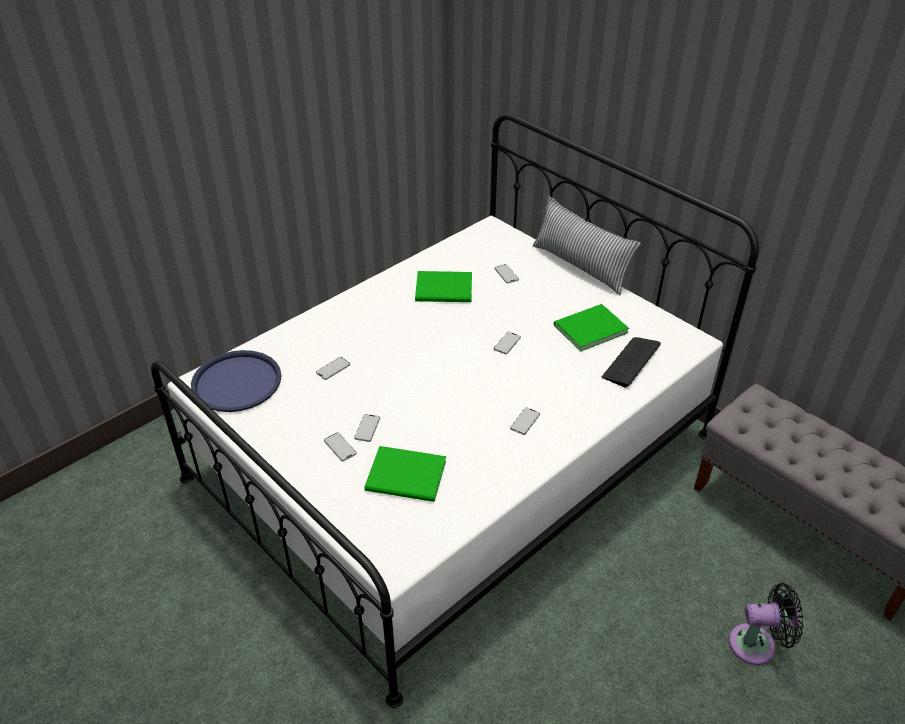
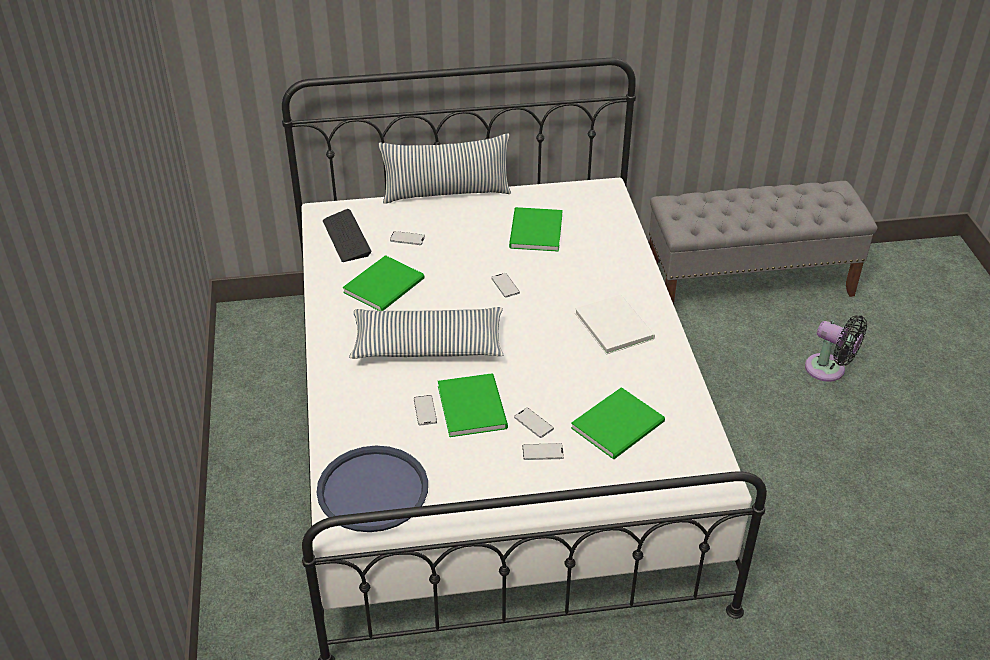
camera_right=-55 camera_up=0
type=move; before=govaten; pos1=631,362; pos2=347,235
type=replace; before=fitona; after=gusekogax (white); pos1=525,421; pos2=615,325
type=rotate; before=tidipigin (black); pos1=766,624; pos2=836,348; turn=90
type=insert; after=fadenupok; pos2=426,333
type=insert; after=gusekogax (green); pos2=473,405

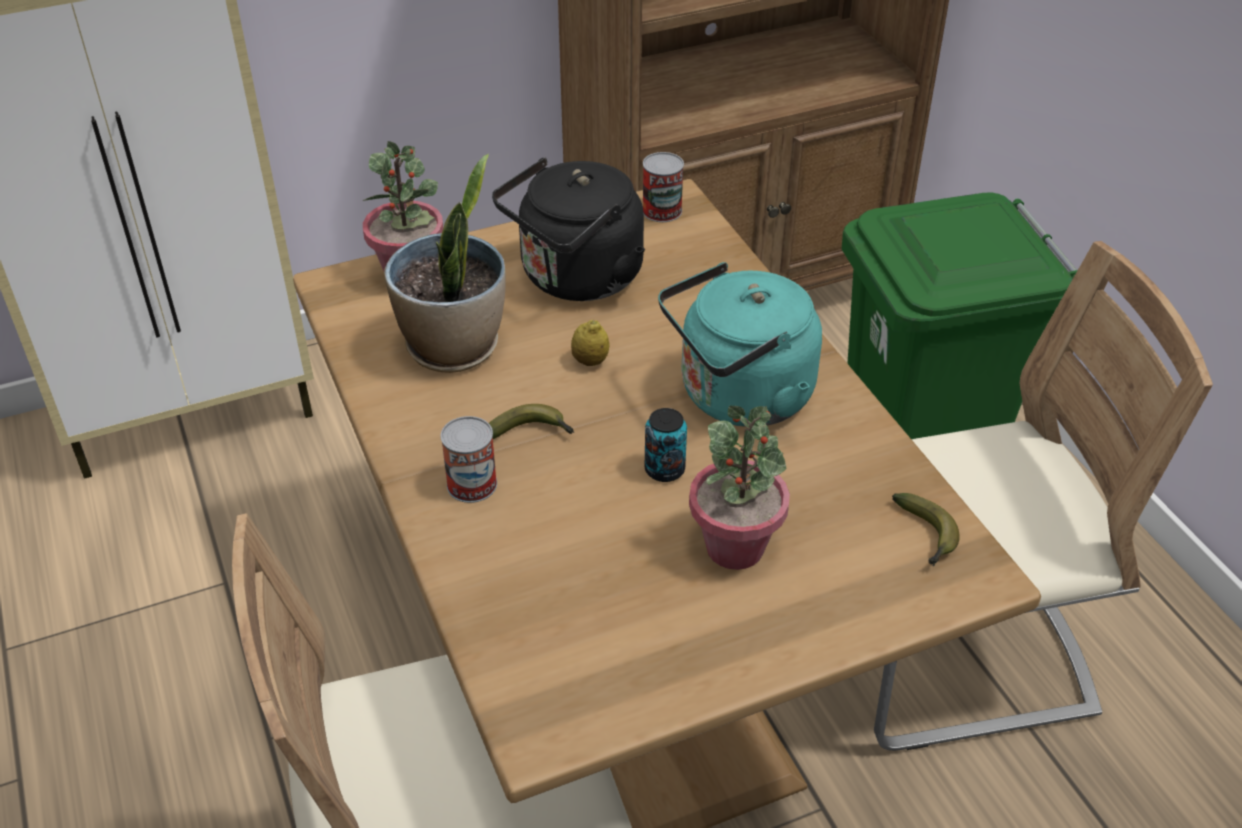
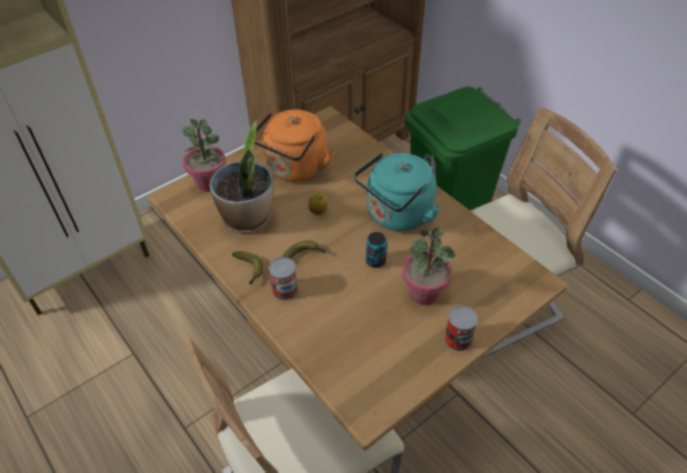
camera_right=-15 camera_up=5
type=move; before=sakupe; pos1=663,187; pos2=461,328
type=recolor; before=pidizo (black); after=pidizo (orange); pos1=568,229; pos2=294,146
type=move; before=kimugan; pos1=926,529; pos2=248,268

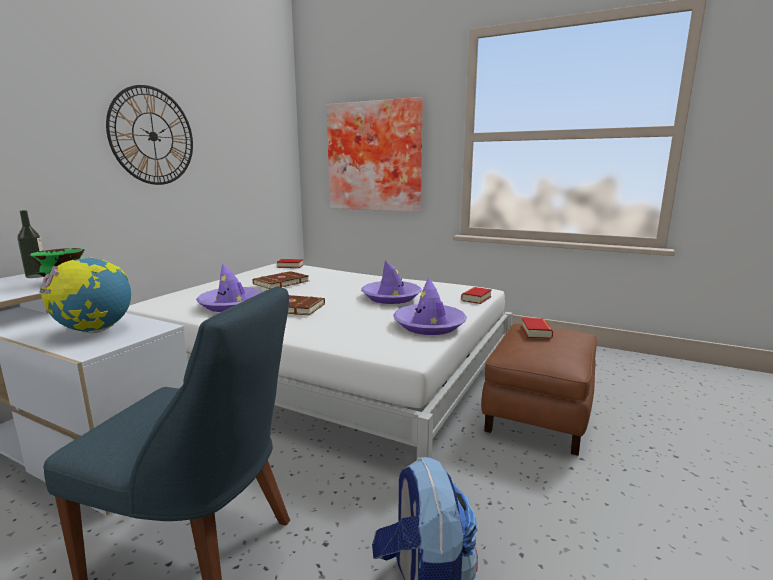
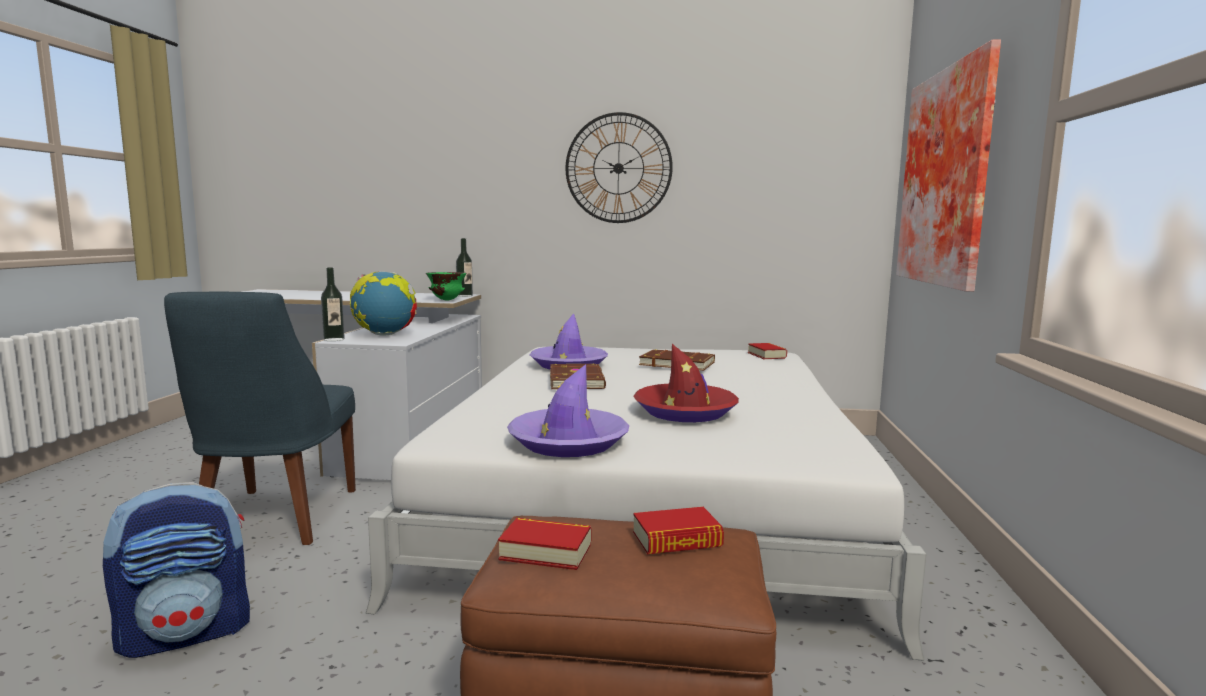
camera_right=70 camera_up=-5
type=recolor; before=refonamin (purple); after=refonamin (red); pos1=391,282; pos2=686,383
type=move; before=gusekogax; pos1=476,295; pos2=545,544
type=insert; after=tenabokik; pos2=333,304

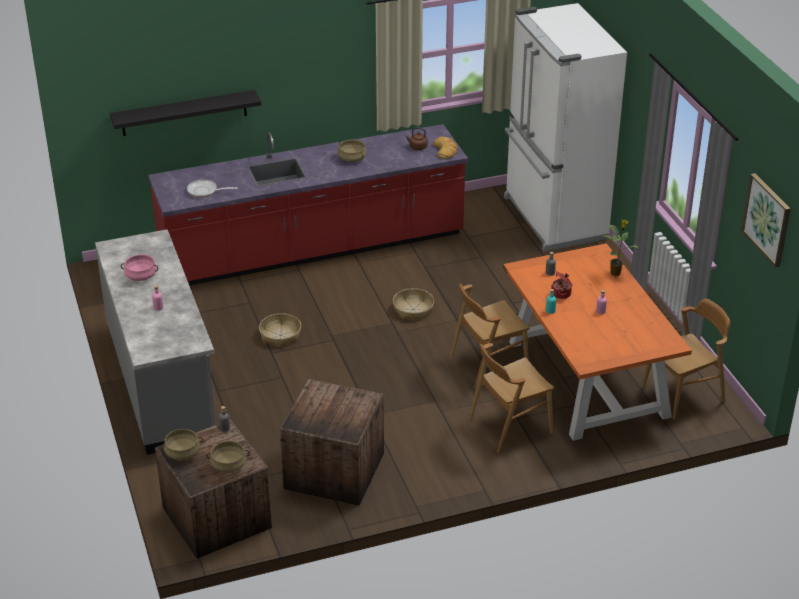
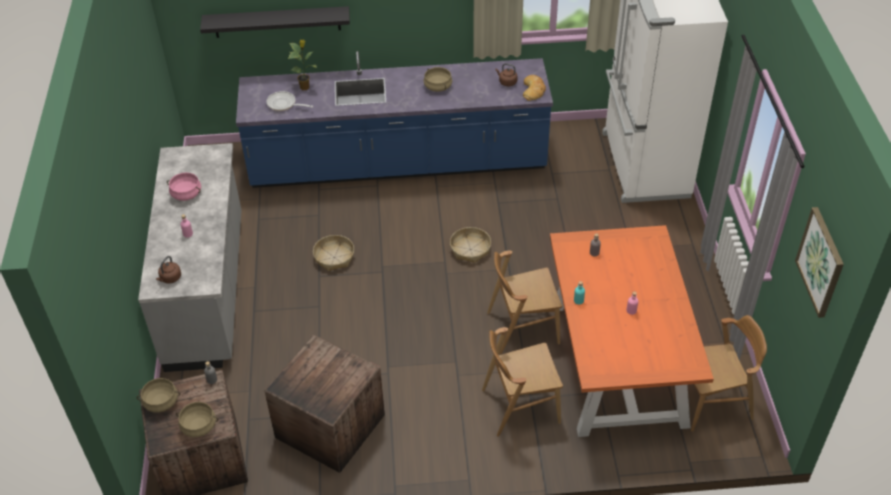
camera_right=15 camera_up=10
type=recolor; before=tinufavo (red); after=tinufavo (blue); pos1=308,204; pos2=394,119
type=move; before=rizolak; pos1=621,248; pos2=302,65
type=delete; before=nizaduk; pos1=562,285
type=insert; after=pidizo (brown); pos2=168,269

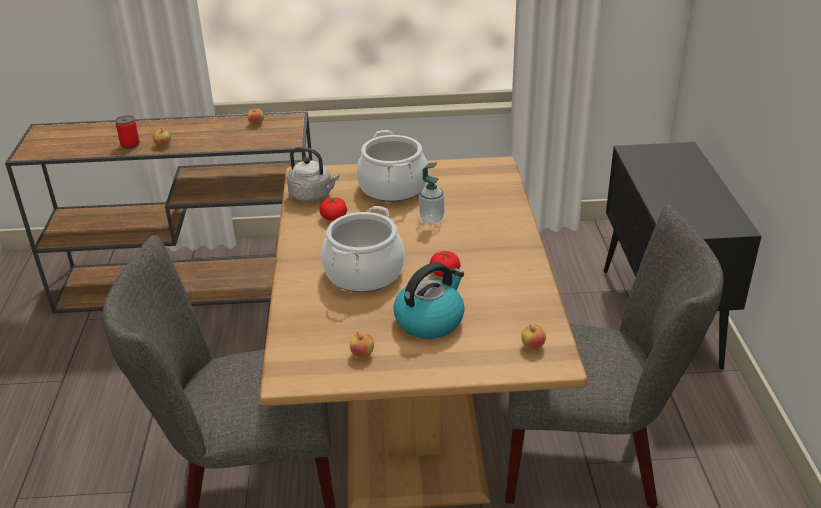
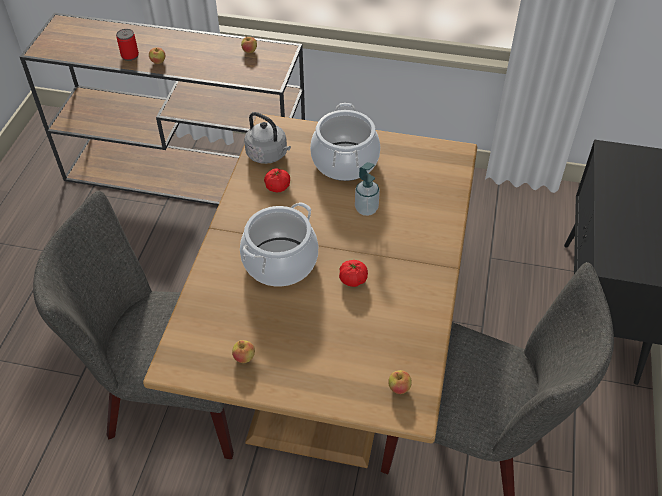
camera_right=15 camera_up=15
type=delete; before=pidizo; pos1=429,300

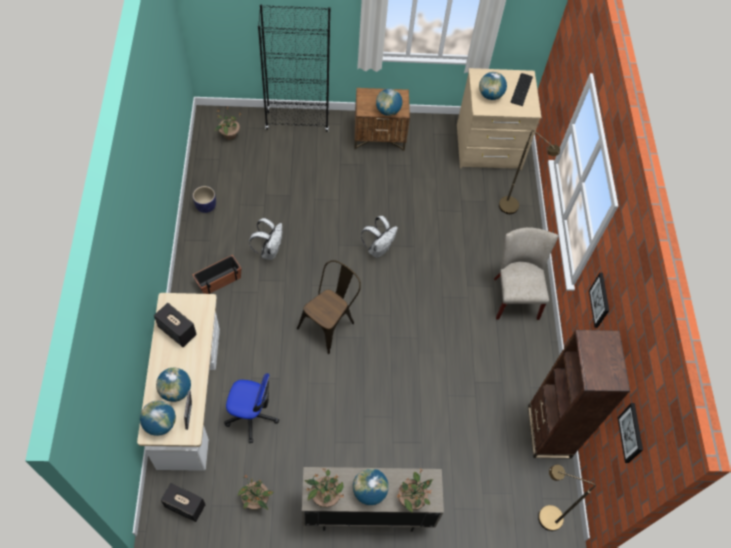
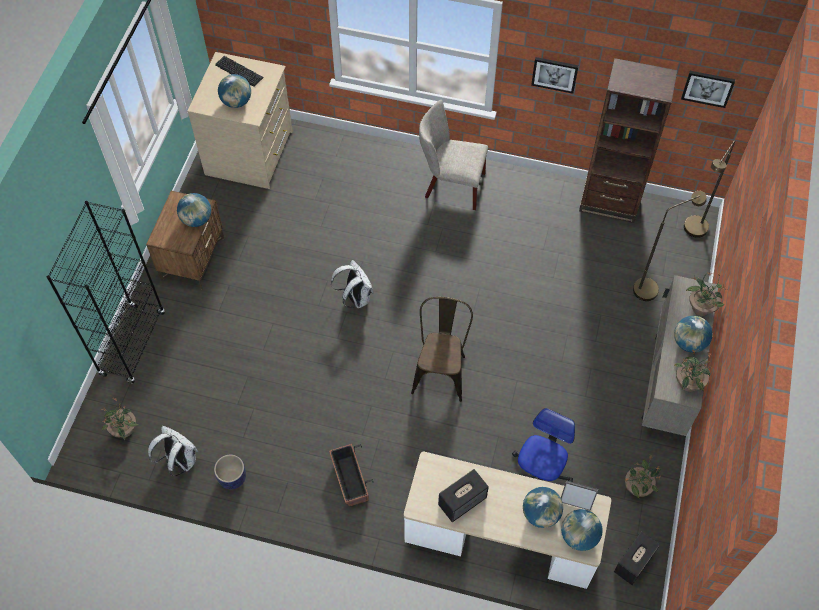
camera_right=-70 camera_up=0
type=move; before=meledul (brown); pos1=529,172; pos2=670,246
type=move; before=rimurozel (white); pos1=265,239; pos2=173,451
type=rotate; before=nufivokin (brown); pos1=329,307; pos2=442,349; turn=45

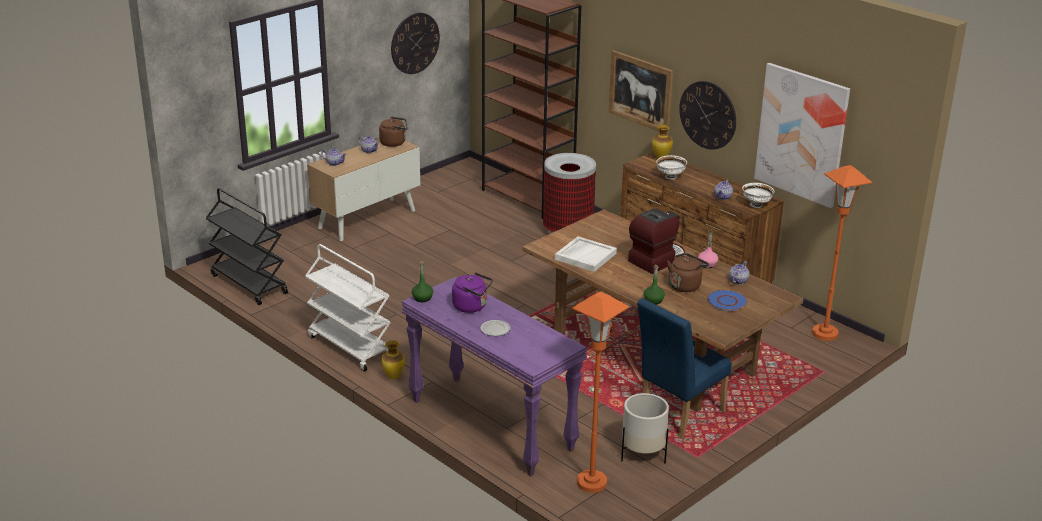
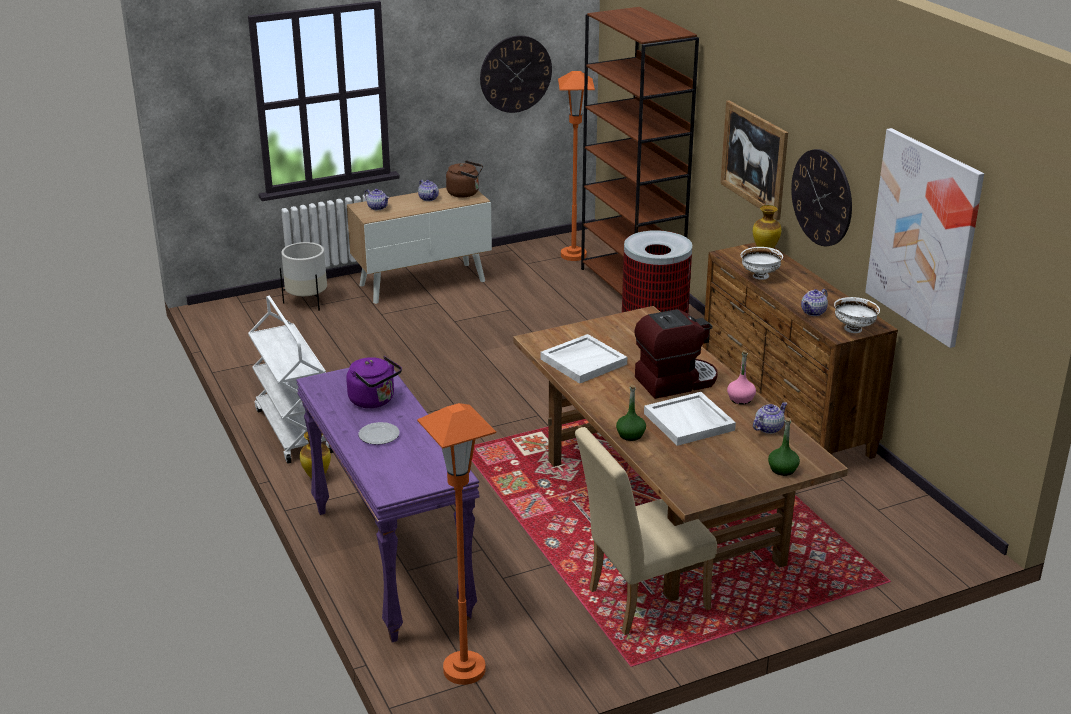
camera_right=20 camera_up=0
type=move; before=meledul (orange); pos1=842,253; pos2=576,166
type=delete; before=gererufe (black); pos1=247,246
type=replace; before=pidizo (brown); after=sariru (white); pos1=688,272; pos2=690,419
type=move; before=tenabokik (green); pos1=422,281; pos2=784,447
type=delete; before=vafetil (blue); pos1=727,300
type=recolor; before=nufivokin (blue); after=nufivokin (beige); pos1=684,368; pos2=646,531
type=move; before=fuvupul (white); pos1=645,428; pos2=303,276

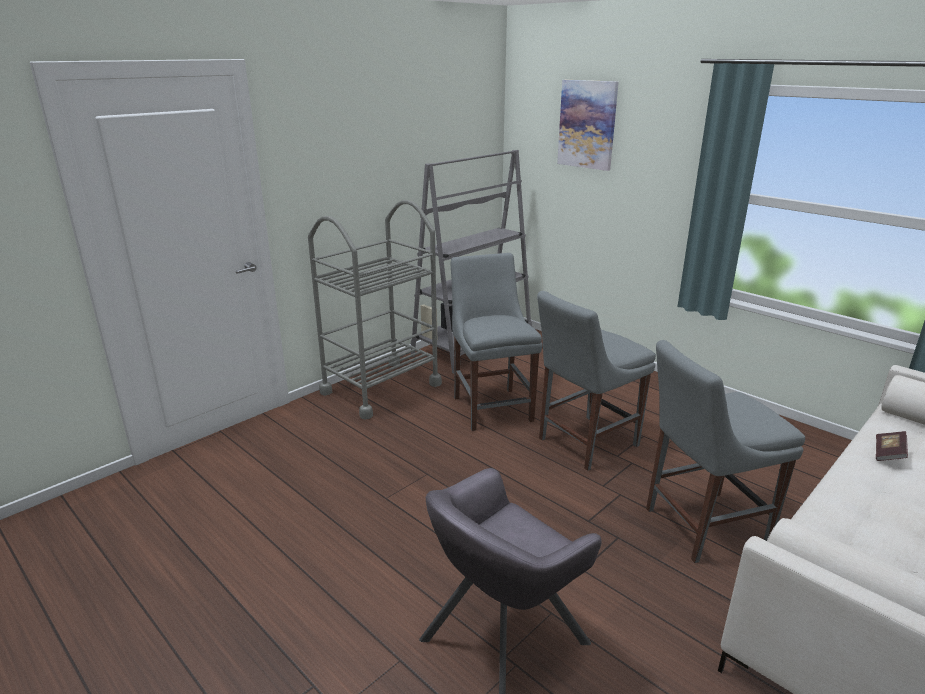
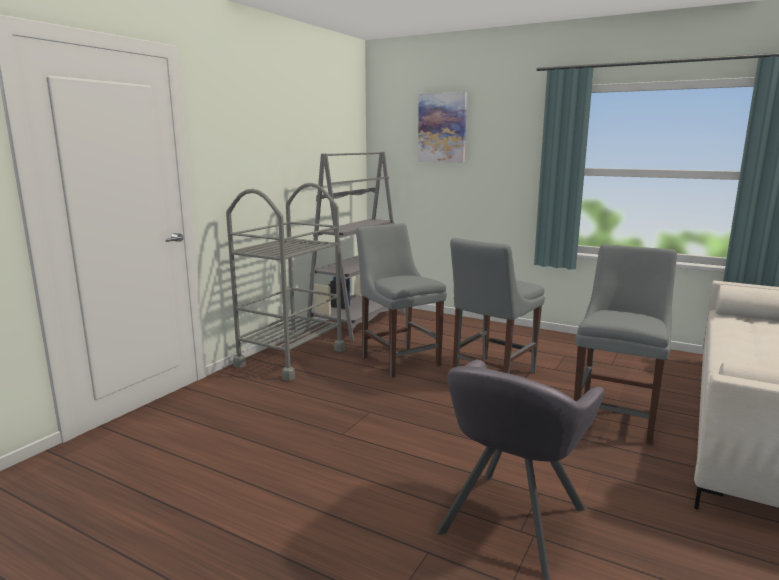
camera_right=-15 camera_up=-10
type=rotate; before=nufivokin (grey); pos1=725,451; pos2=625,344; turn=150
type=delete; before=gusekogax; pos1=892,446

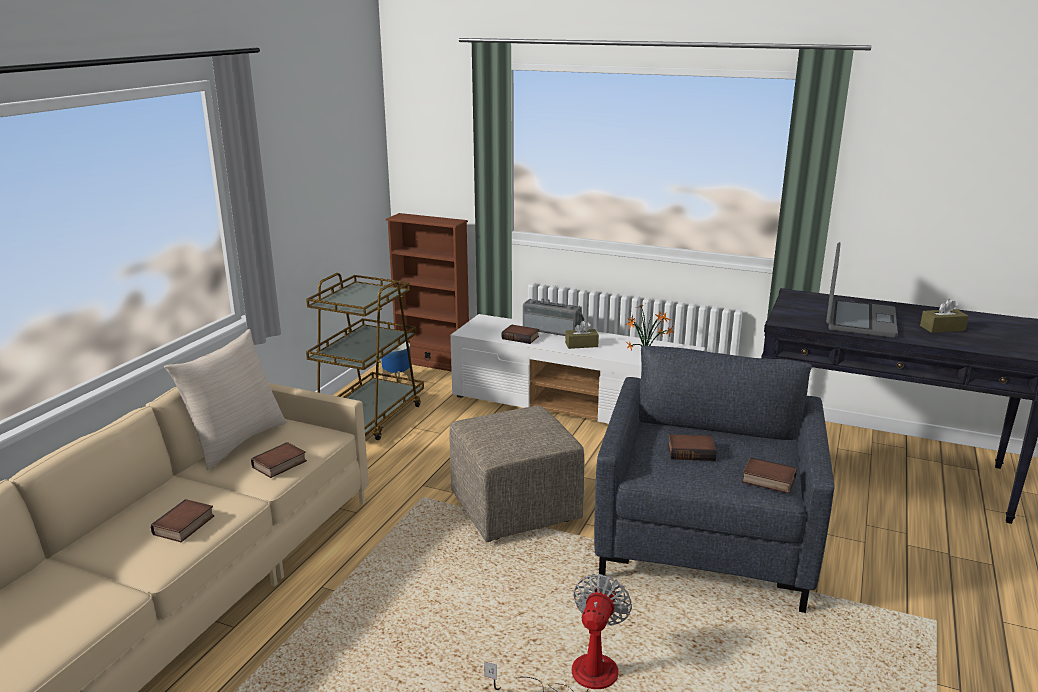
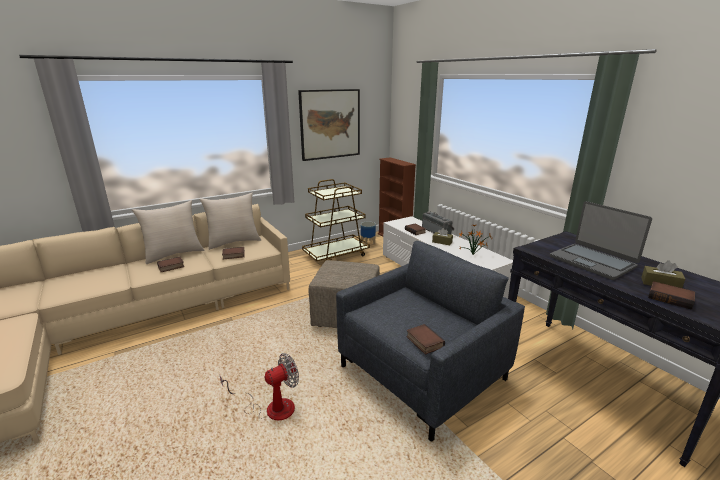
camera_right=35 camera_up=0
type=rotate; before=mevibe; pos1=862,290; pos2=601,240; turn=90
type=move; before=gusekogax; pos1=692,447; pos2=671,295
type=insert; after=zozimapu; pos2=329,125
type=insert; after=fadenupok (beige); pos2=168,232

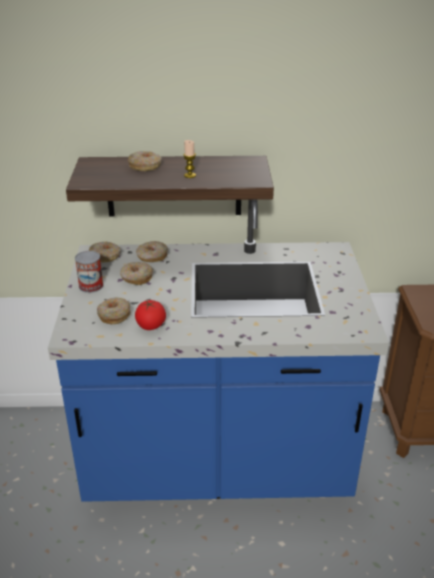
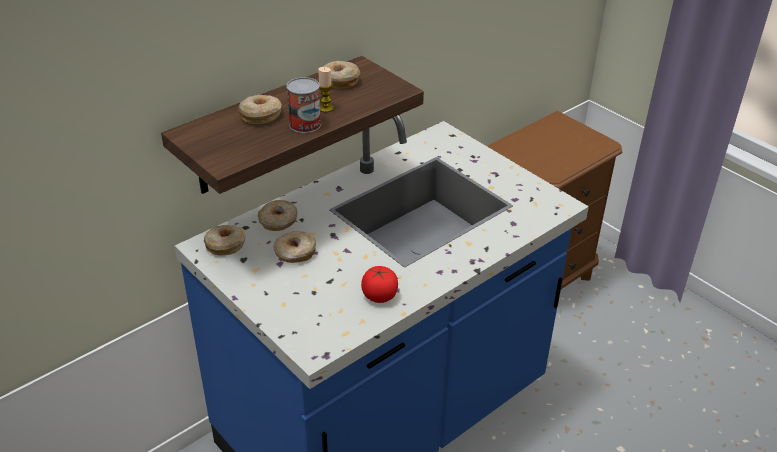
camera_right=-40 camera_up=5
type=move; before=sakupe; pos1=89,272; pos2=303,105
type=move; before=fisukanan; pos1=114,311; pos2=341,75

